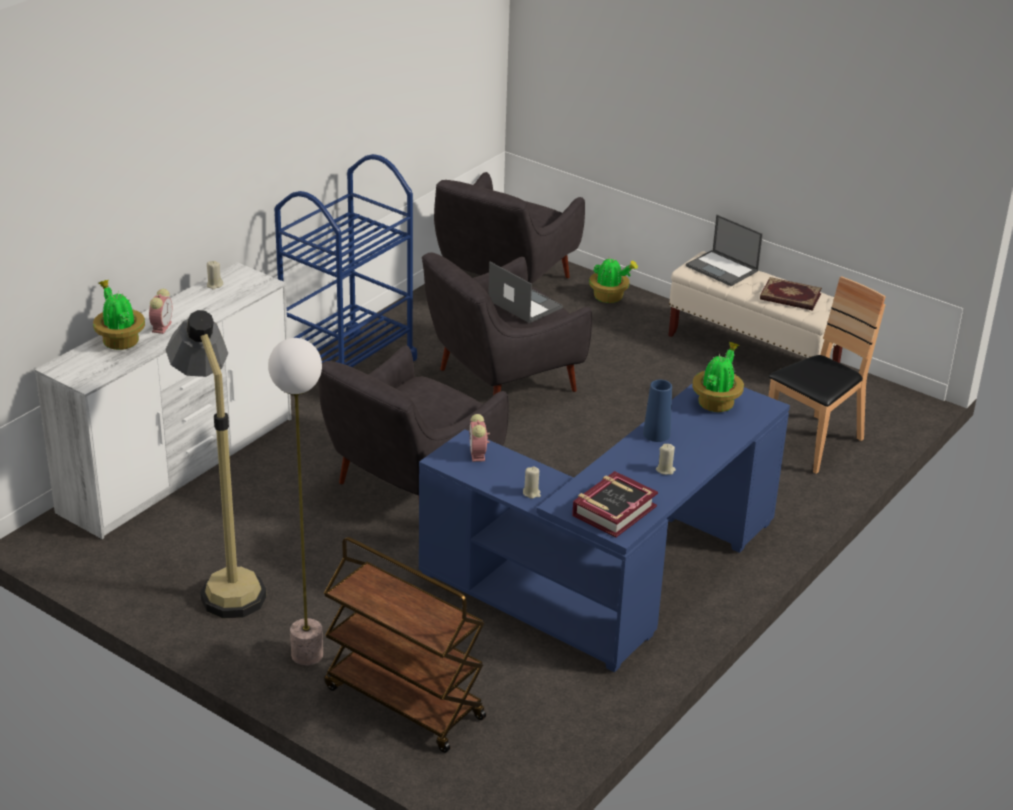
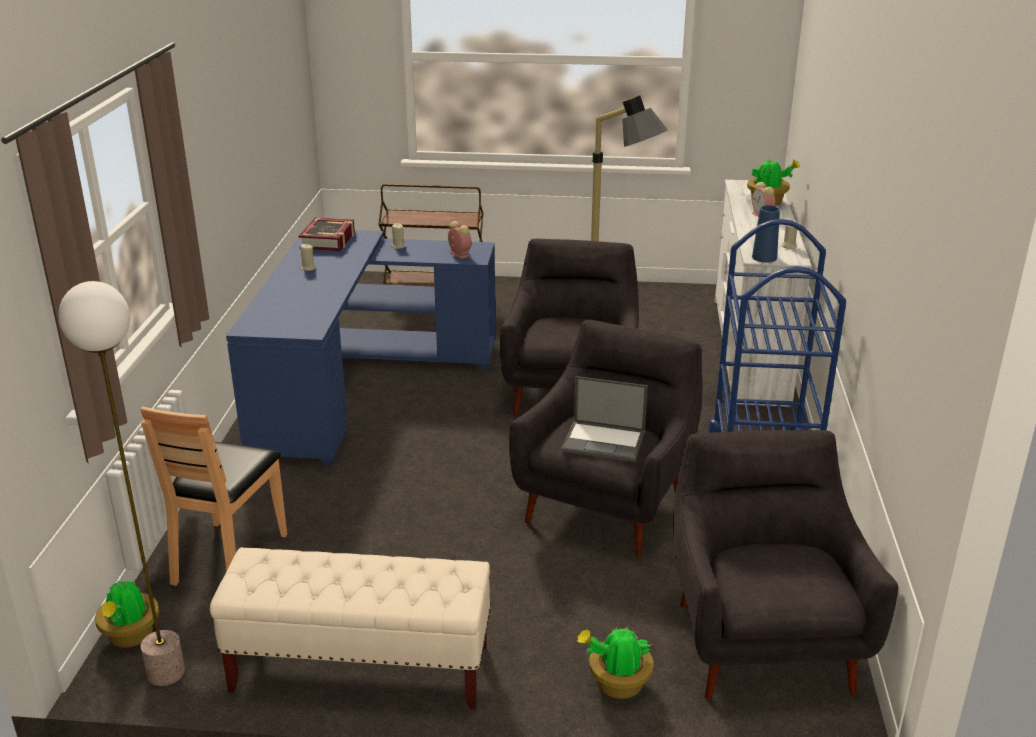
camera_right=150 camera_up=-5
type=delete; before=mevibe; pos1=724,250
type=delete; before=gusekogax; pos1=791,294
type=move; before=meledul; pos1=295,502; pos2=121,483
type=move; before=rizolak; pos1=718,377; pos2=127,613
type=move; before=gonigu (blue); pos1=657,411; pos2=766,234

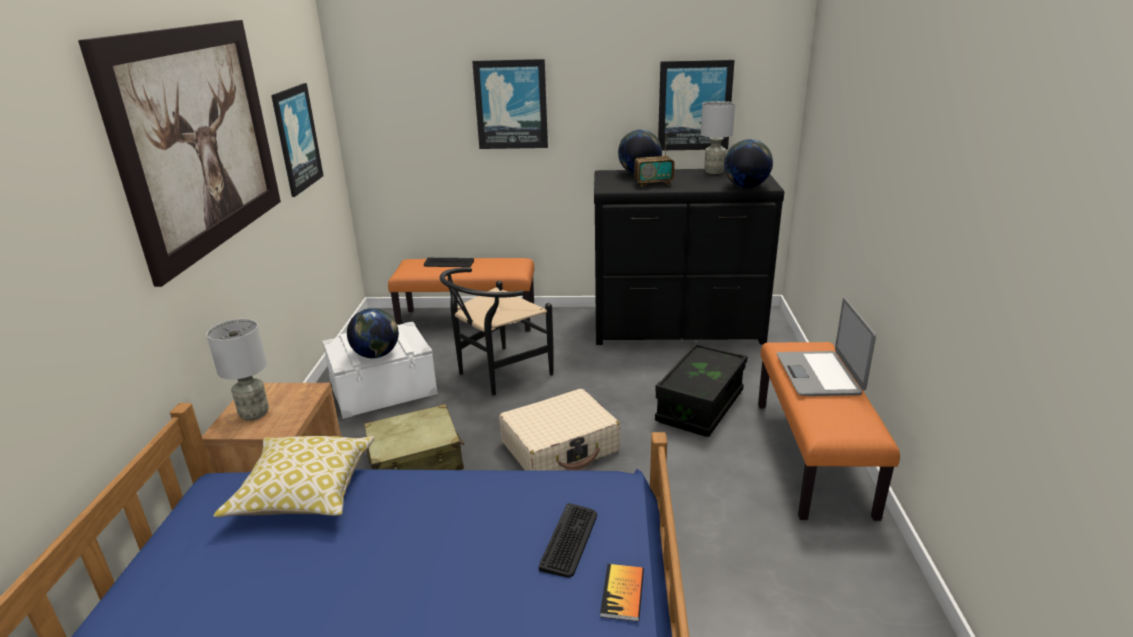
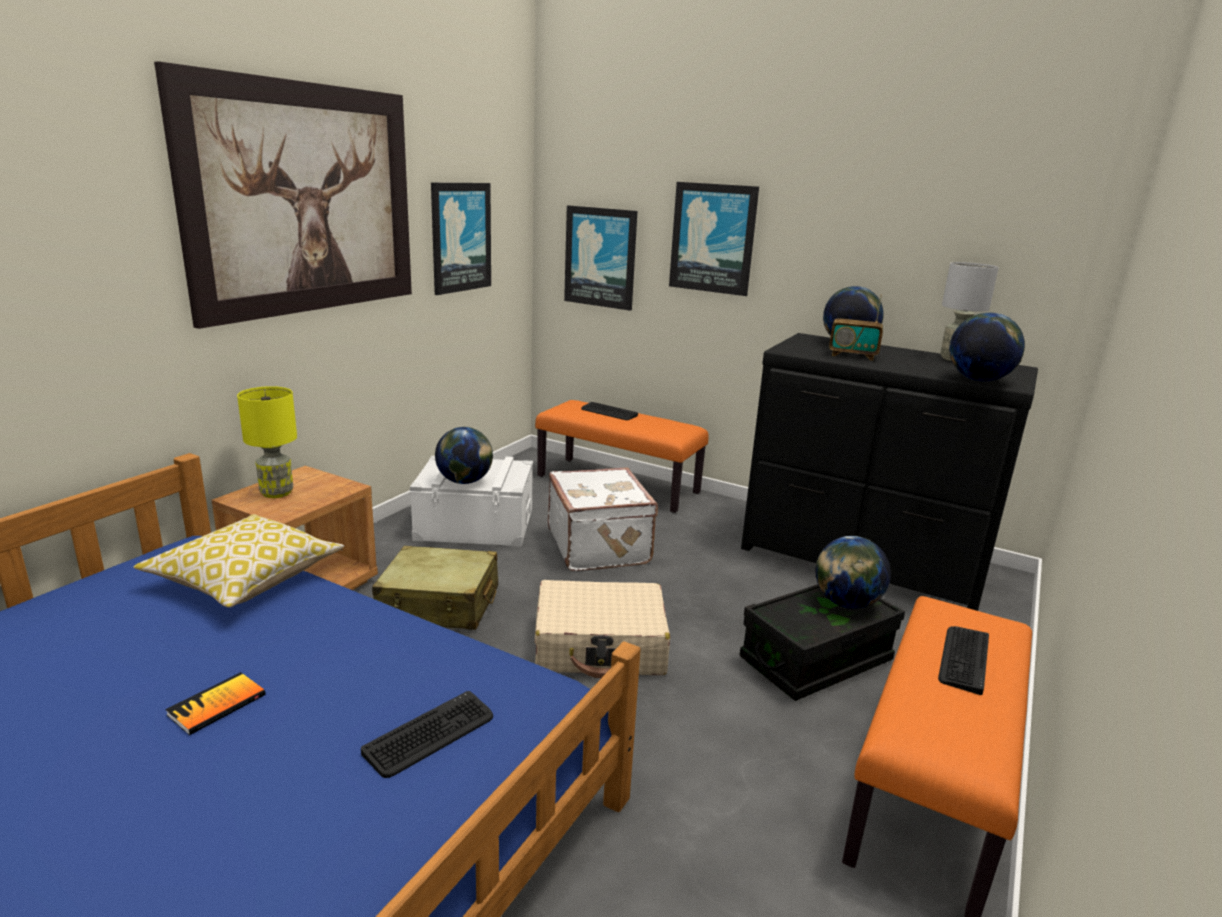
camera_right=25 camera_up=-5
type=move; before=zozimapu; pos1=696,105; pos2=601,258
type=replace; before=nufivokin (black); after=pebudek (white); pos1=497,331; pos2=603,519
type=replace; before=mevibe; after=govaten; pos1=826,347; pos2=963,660
type=recolor; before=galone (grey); after=galone (yellow); pos1=237,370; pos2=267,442
type=move; before=gusekogax; pos1=622,593; pos2=215,703
type=insert; after=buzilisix; pos2=853,572

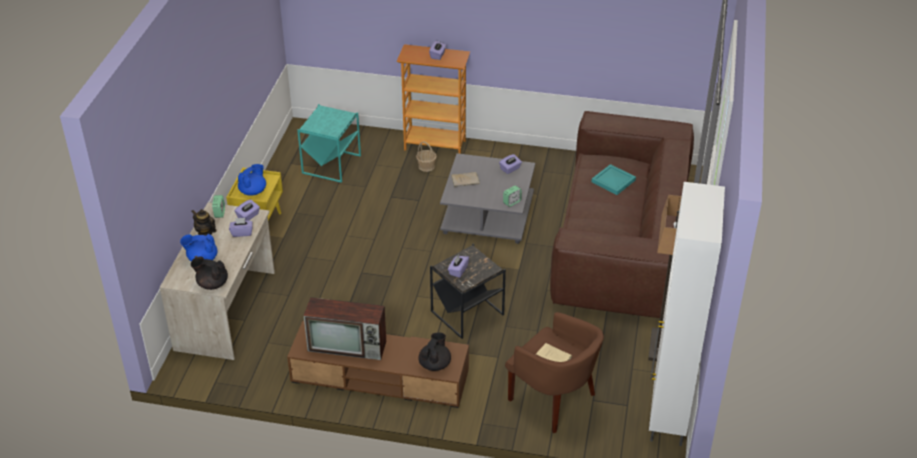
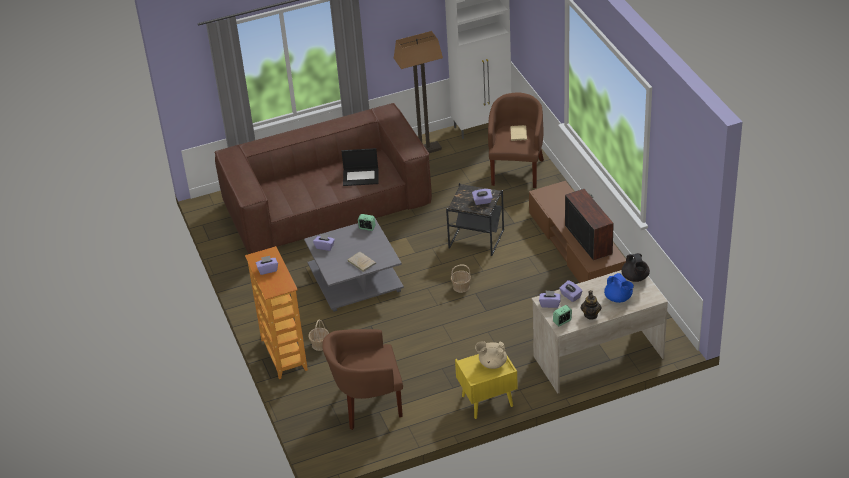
camera_right=-120 camera_up=0
type=replace; before=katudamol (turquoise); after=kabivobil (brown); pos1=329,143; pos2=362,379
type=recolor; before=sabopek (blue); after=sabopek (beige); pos1=252,180; pos2=491,355
type=delete; before=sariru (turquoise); pos1=613,179
type=delete; before=sabopek (black); pos1=434,351
type=insert; after=mevibe; pos2=360,167
type=insert; after=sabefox; pos2=461,279

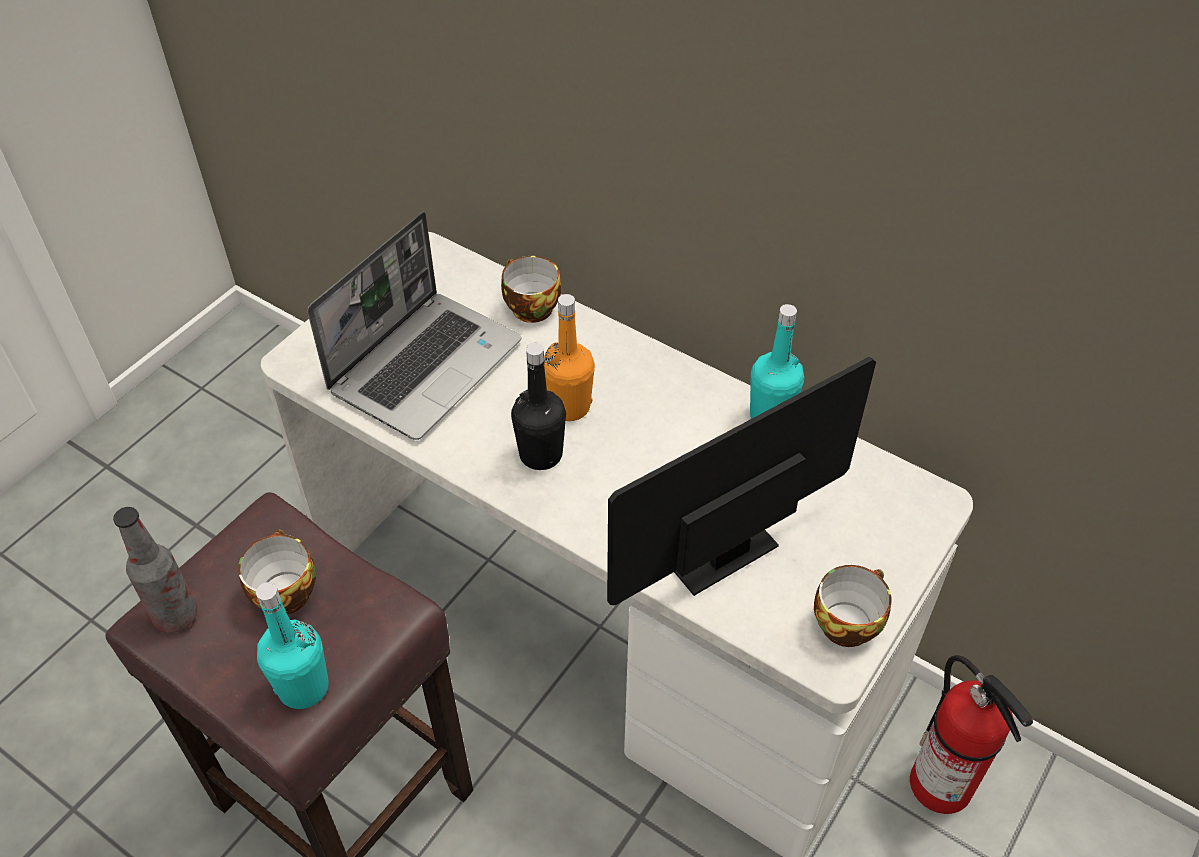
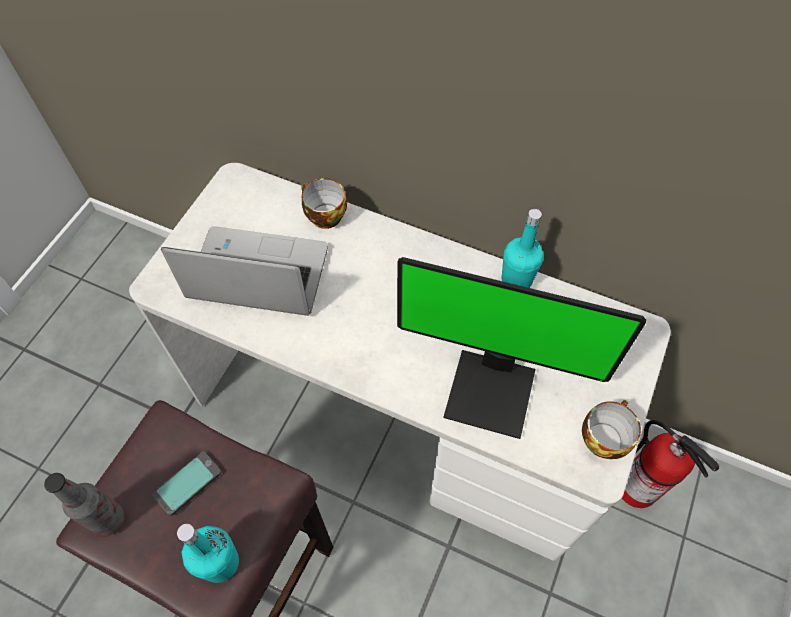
camera_right=-10 camera_up=10
type=rotate; before=mevibe; pos1=414,326; pos2=244,271; turn=-105
type=delete; before=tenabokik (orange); pos1=569,357
type=delete; before=tenabokik (black); pos1=538,406
type=rotate; before=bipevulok; pos1=741,481; pos2=521,348; turn=-120
type=replace; before=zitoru; after=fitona; pos1=277,572; pos2=186,484

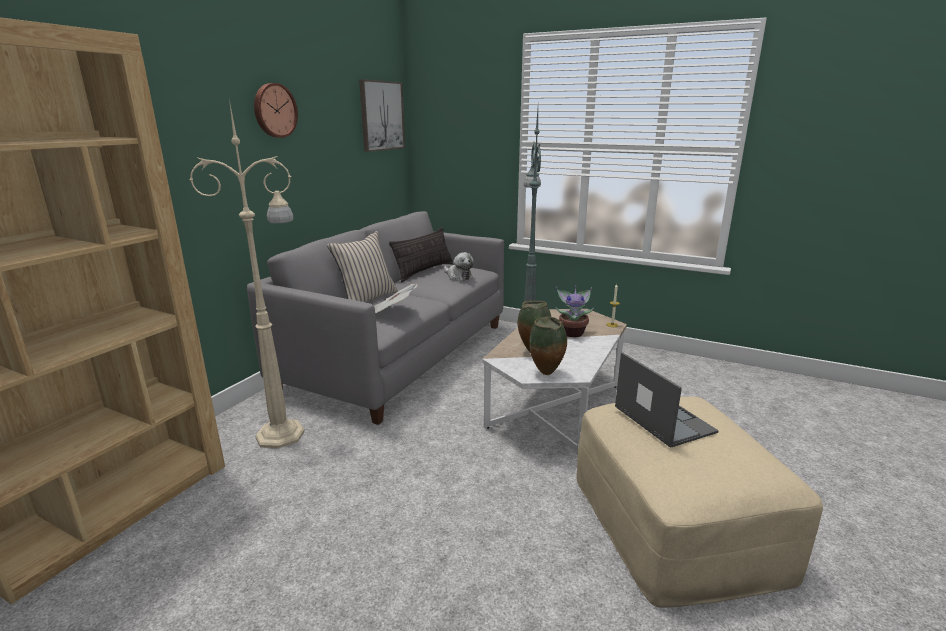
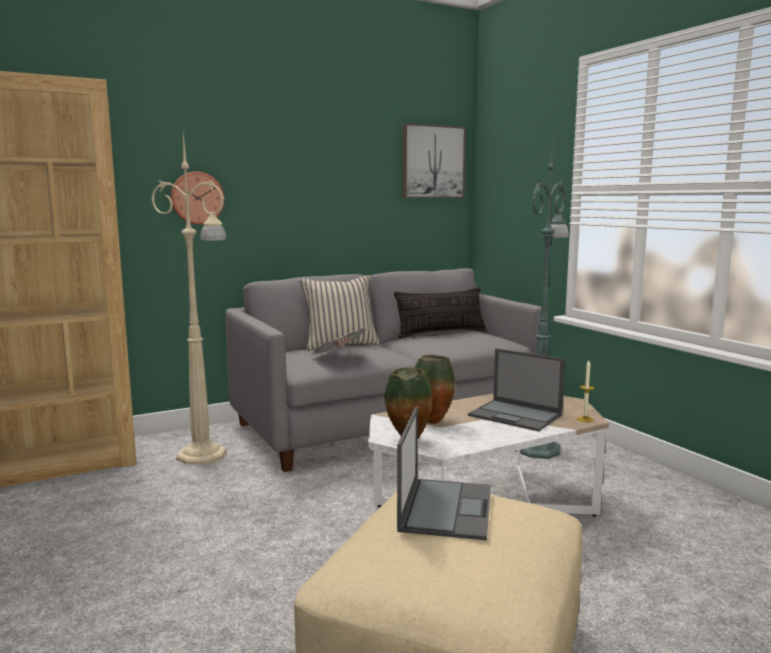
camera_right=35 camera_up=-10
type=move; before=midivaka; pos1=276,110; pos2=198,198
type=delete; before=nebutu; pos1=459,266
type=replace; before=rizolak; after=mevibe; pos1=575,311; pos2=516,390

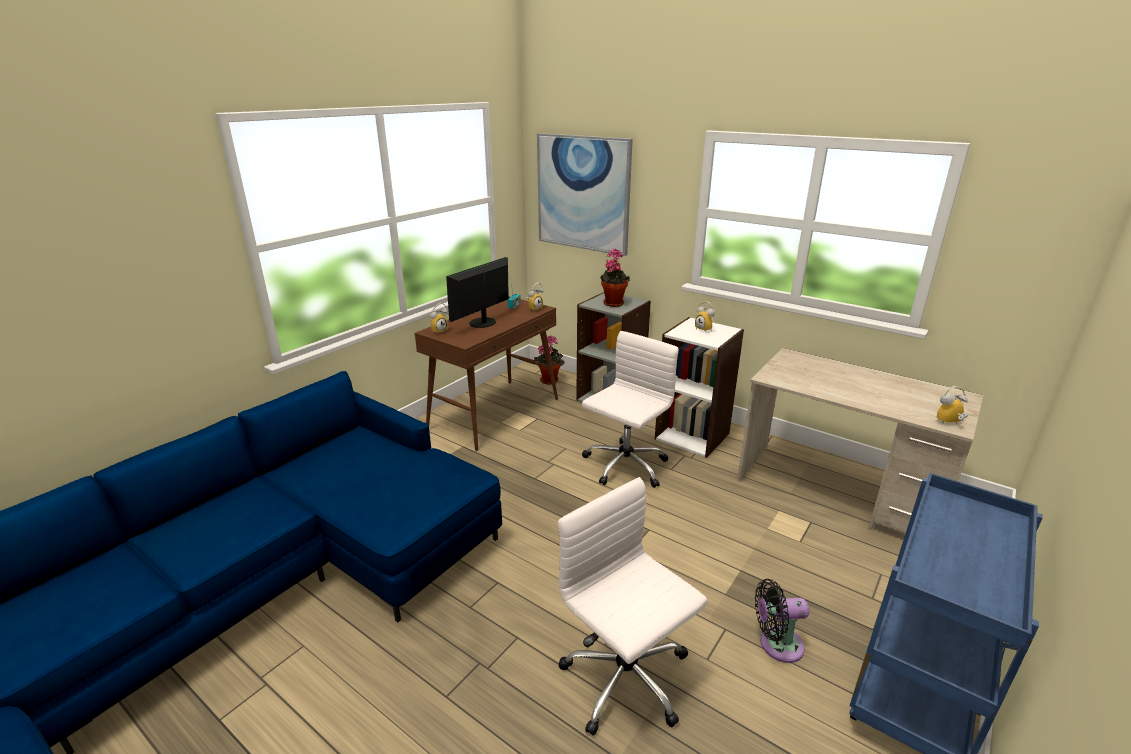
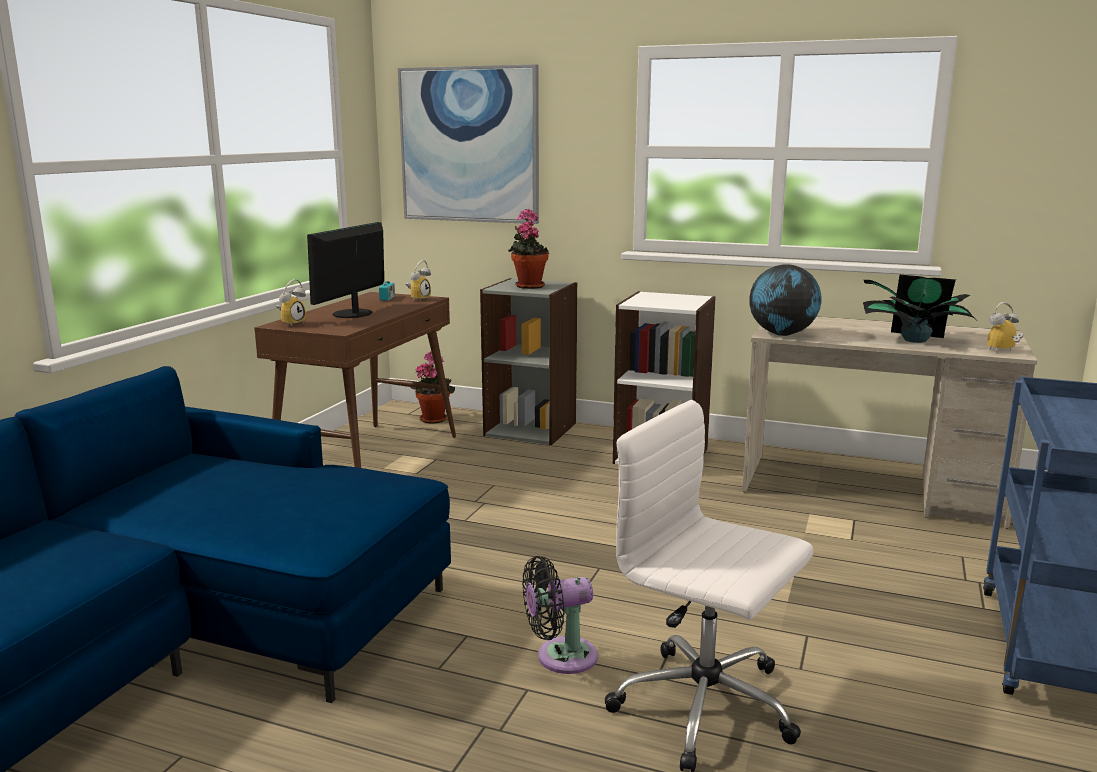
camera_right=-15 camera_up=-10
type=delete; before=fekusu; pos1=705,317
type=delete; before=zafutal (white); pos1=630,409
type=move; before=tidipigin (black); pos1=782,621; pos2=560,615
type=insert; after=buzilisix; pos2=785,300
type=insert; after=rizolak; pos2=919,309

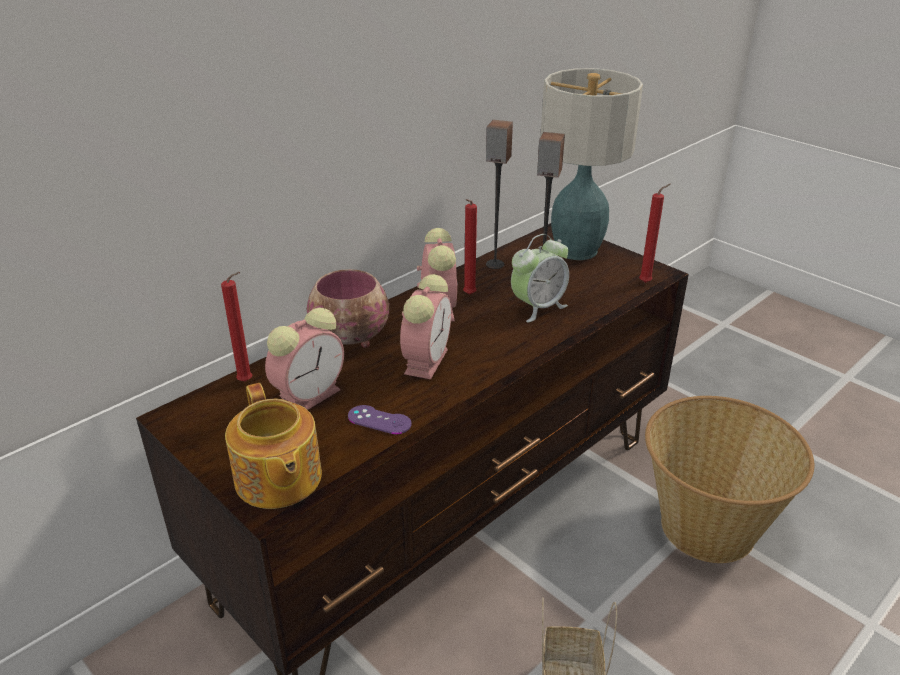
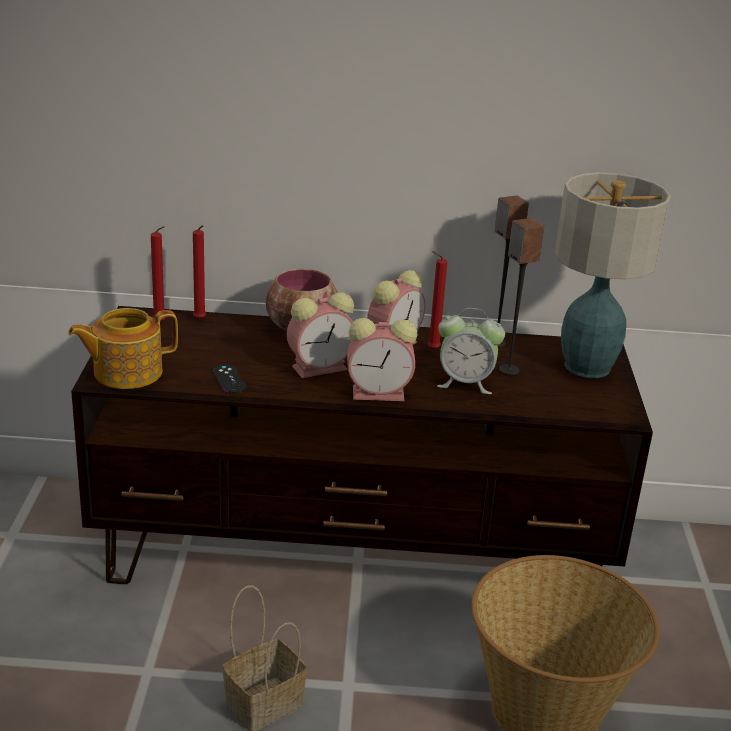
camera_right=45 camera_up=-5
type=move; before=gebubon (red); pos1=655,233; pos2=158,274
type=move; before=fekusu; pos1=304,359; pos2=382,359
type=rotate; before=sabopek; pos1=273,446; pos2=123,348; turn=45
type=recolor; before=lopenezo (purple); after=lopenezo (black); pos1=380,419; pos2=230,378

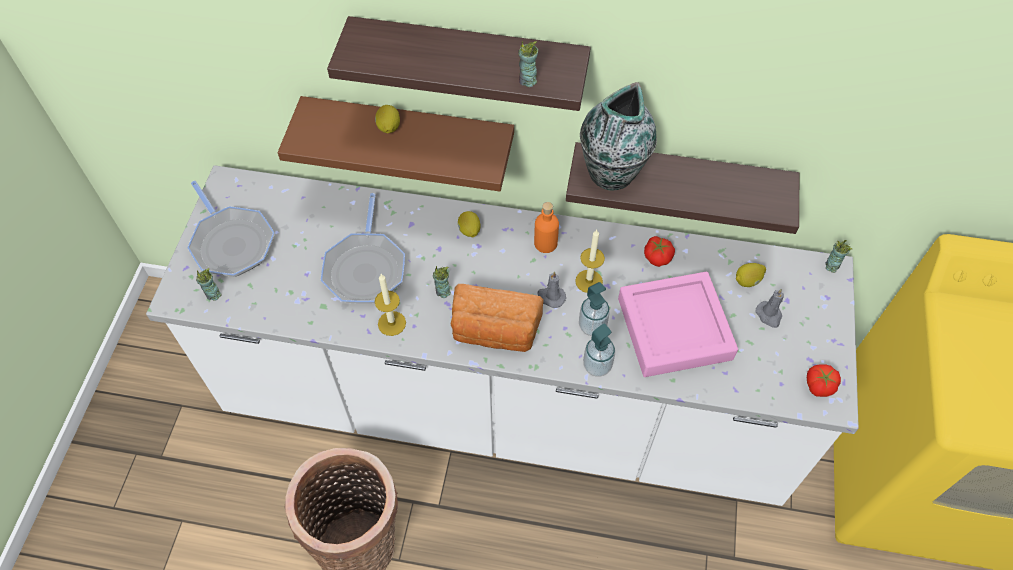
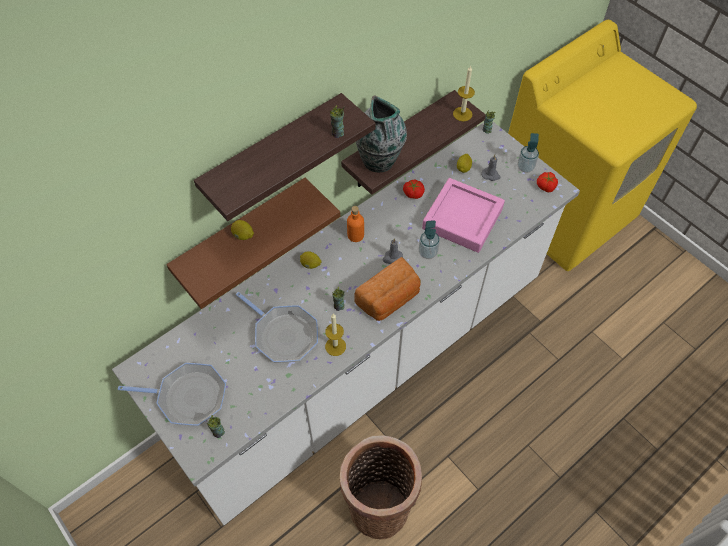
camera_right=-50 camera_up=0
type=move; before=gebubon; pos1=590,261; pos2=464,93
type=move; before=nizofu; pos1=599,350; pos2=528,153

